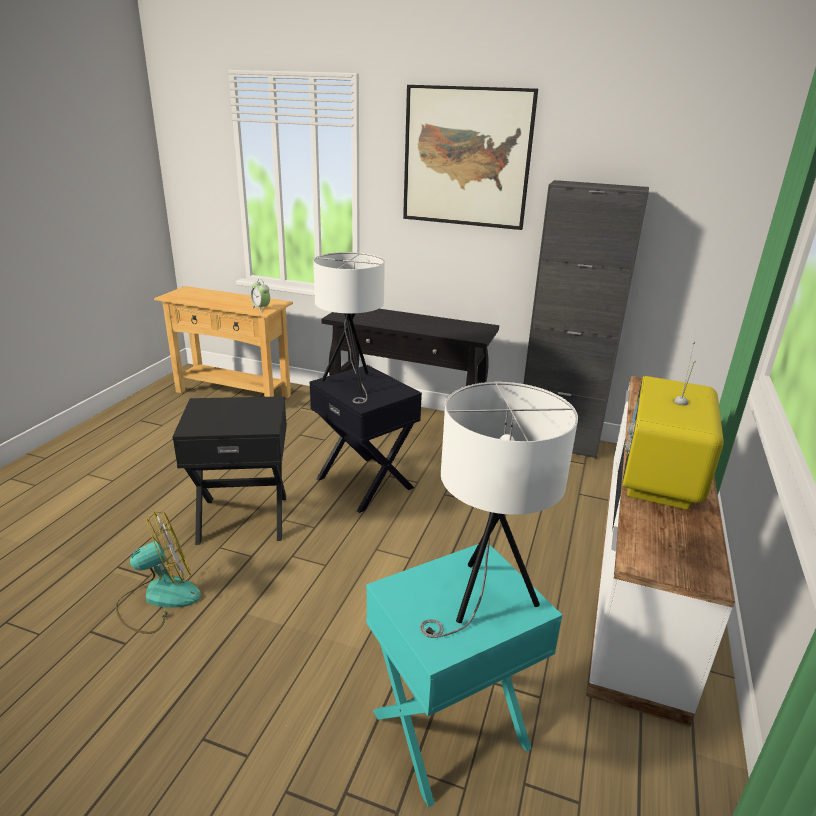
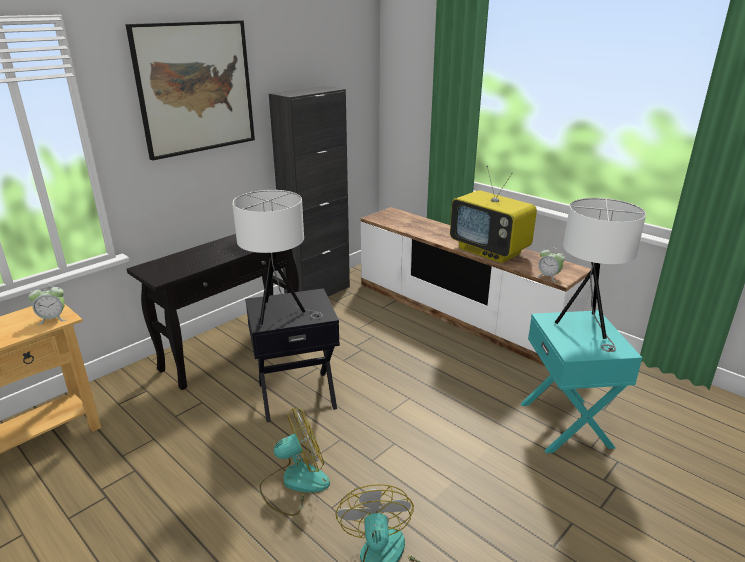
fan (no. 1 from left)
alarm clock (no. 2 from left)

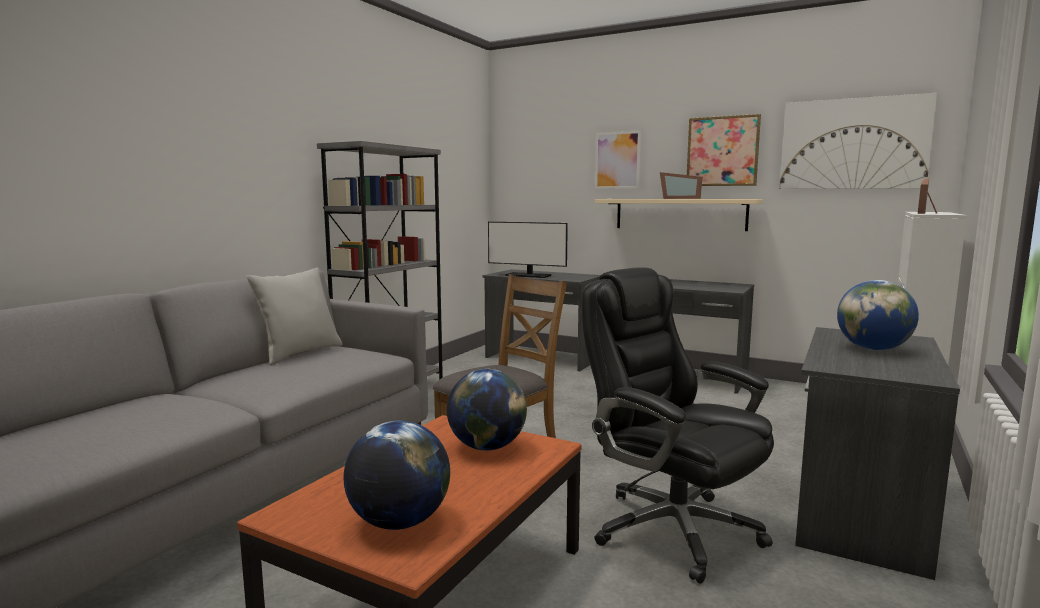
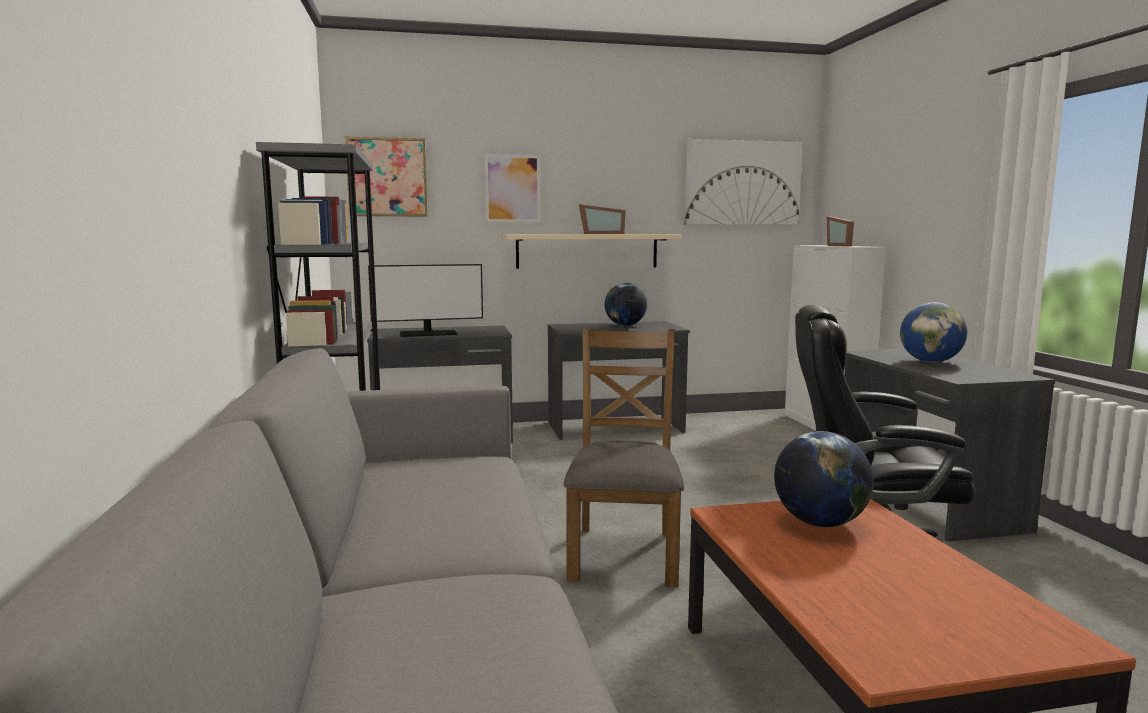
throw pillow/gray
desk globe (no. 1 from left)
wall picture (no. 1 from left)

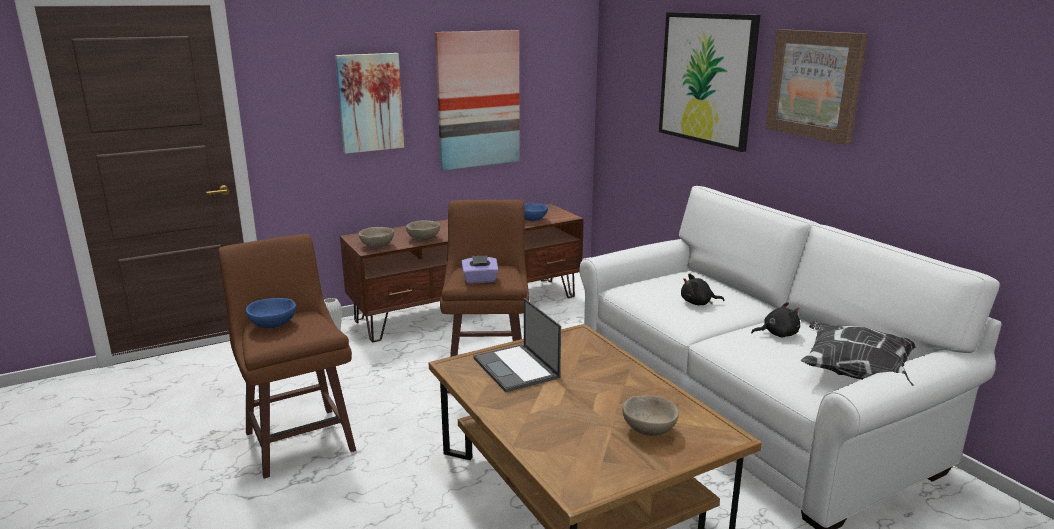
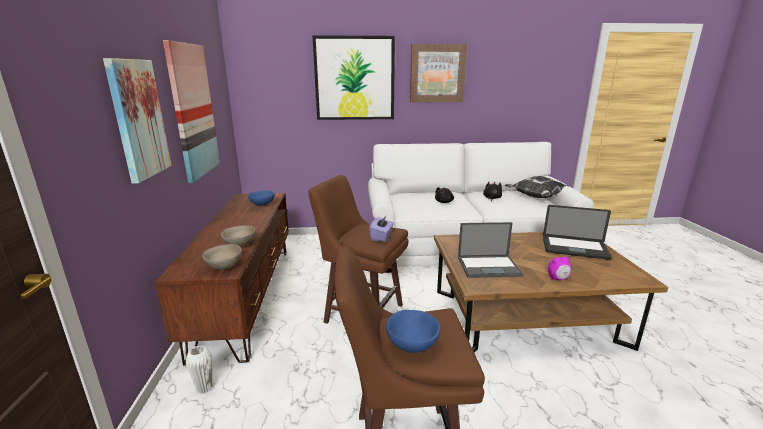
notebook computer (no. 2 from left)
alarm clock

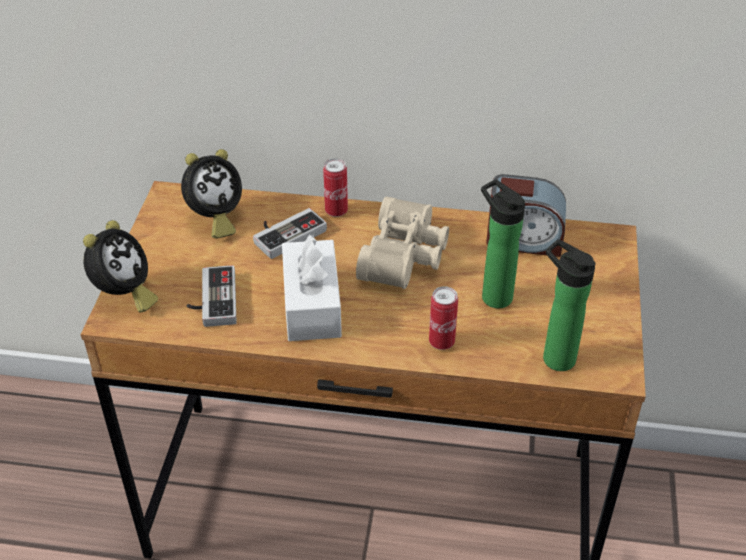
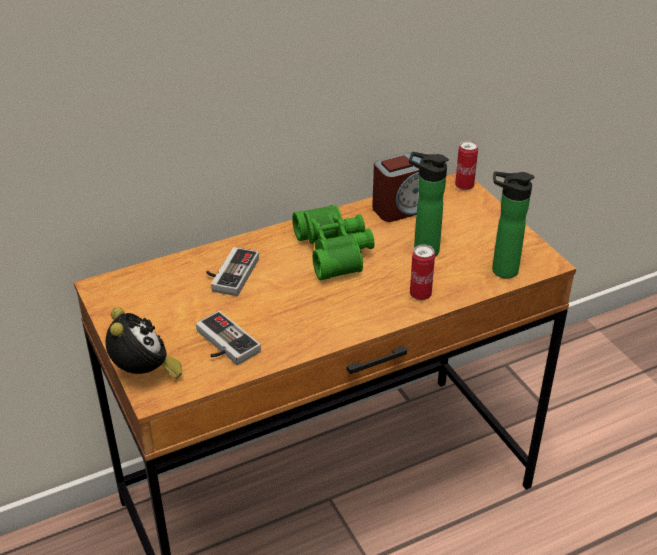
alarm clock (no. 2 from left in the first image)
tissue box/white
sealed can (no. 2 from left)
pair of binoculars/greenish

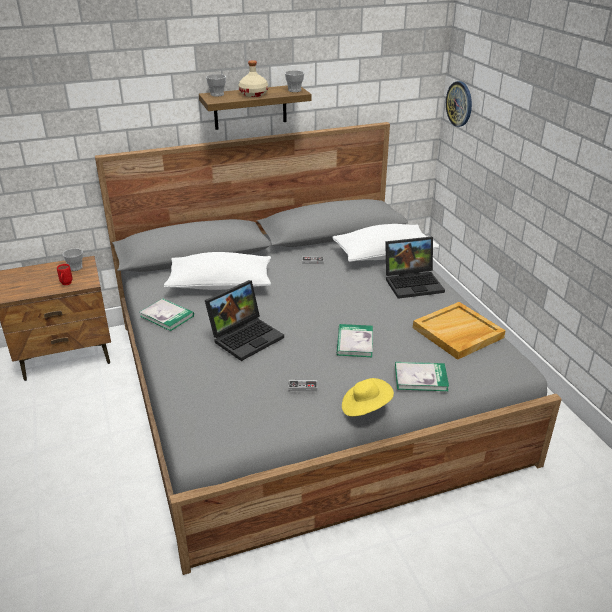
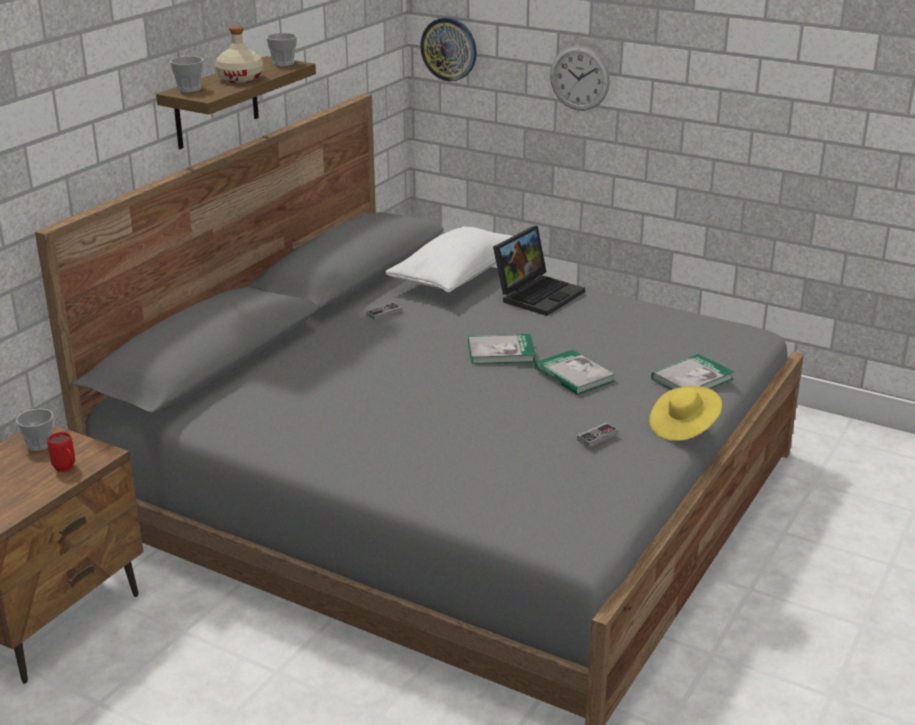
book (no. 1 from left)
throw pillow/white (no. 1 from left in the first image)
notebook computer (no. 1 from left in the first image)
tray/sand-coloured
clock on the wall (no. 2 from left)

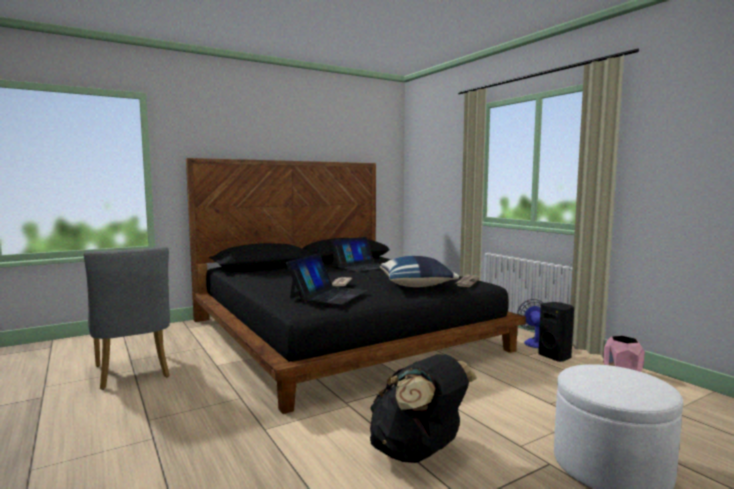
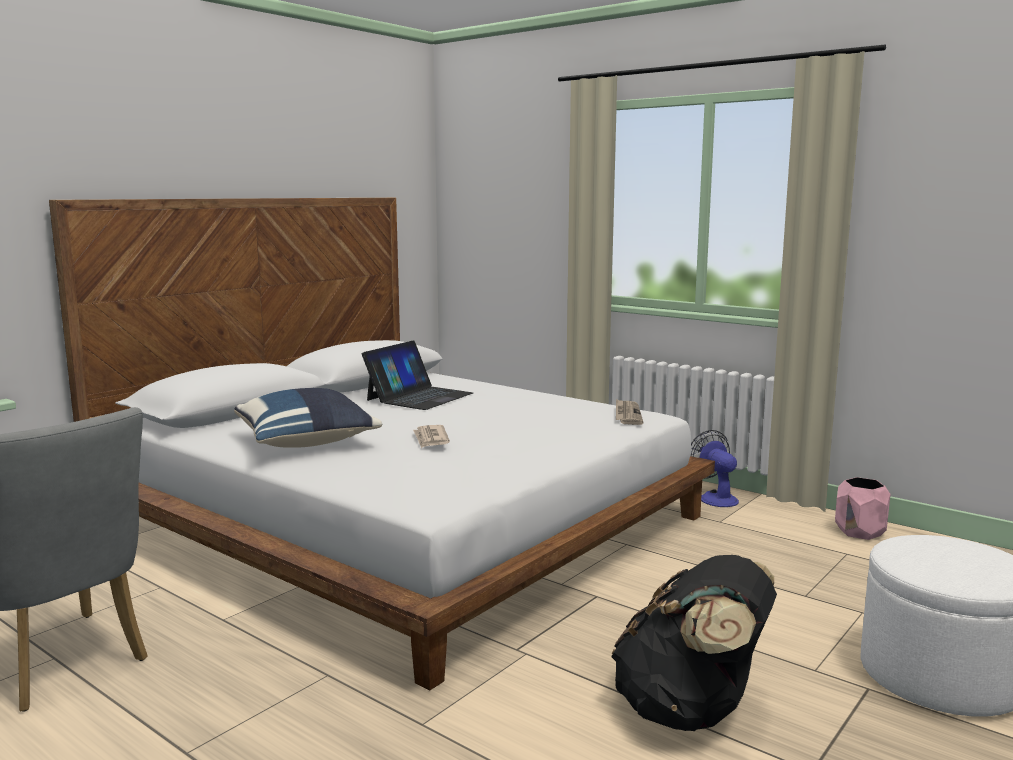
bedroom bed/white
notebook computer (no. 1 from left in the first image)
throw pillow/blue-coloured
loudspeaker/black-coloured

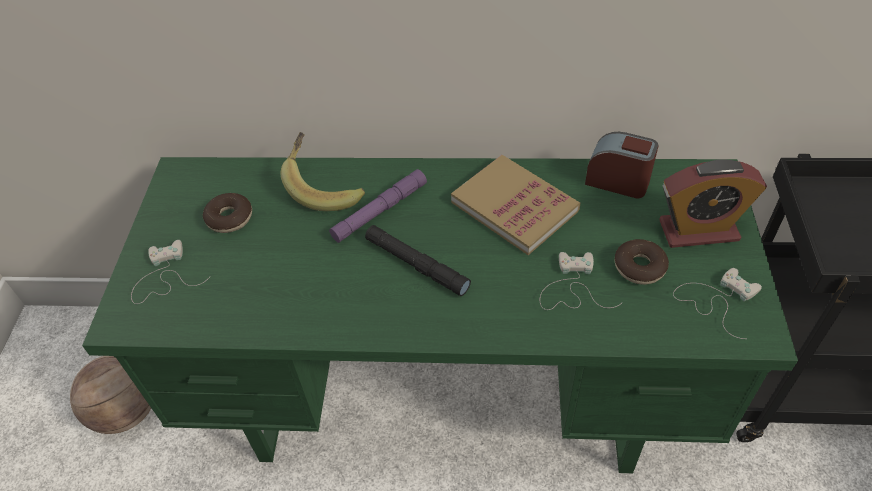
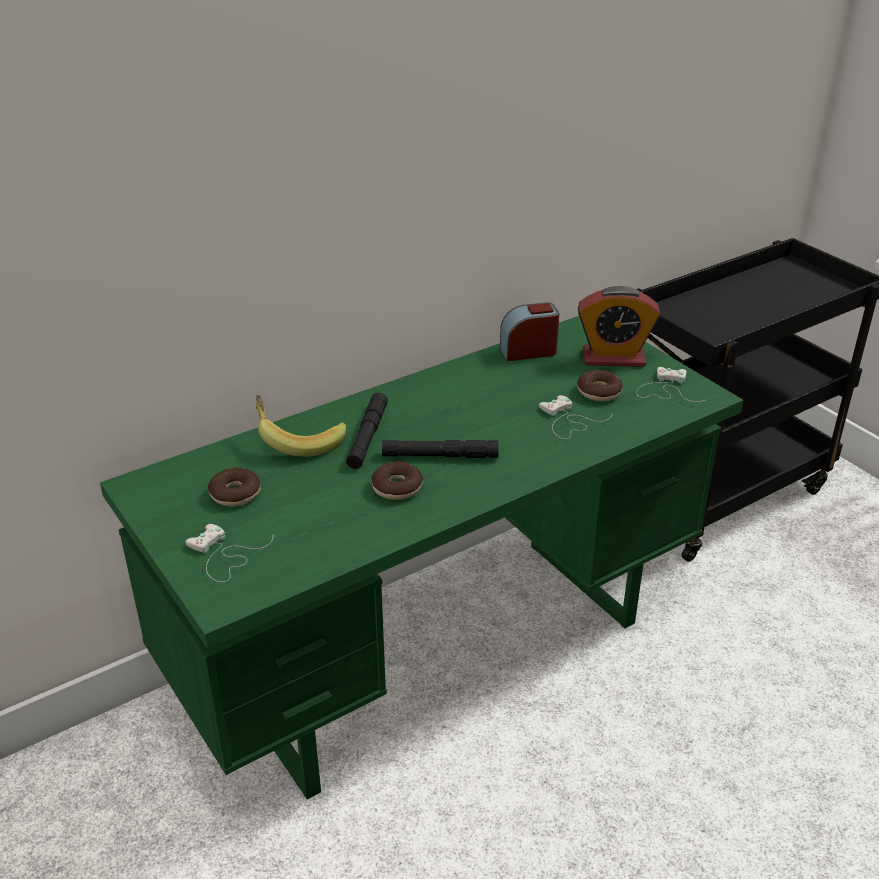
ball for basketball
torch/black-coloured (no. 1 from left)
book
alarm clock (no. 2 from left)
ring doughnut (no. 2 from left)

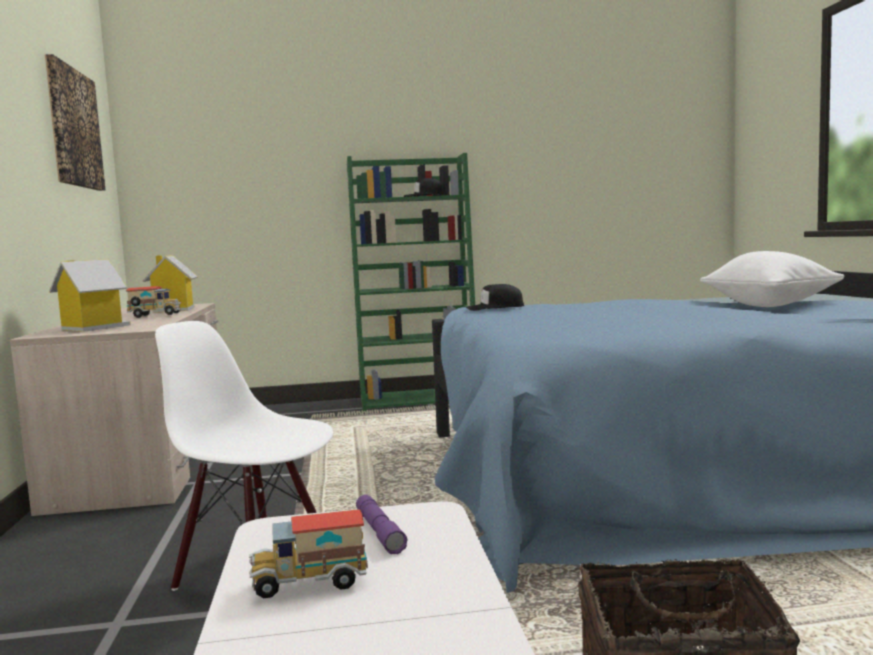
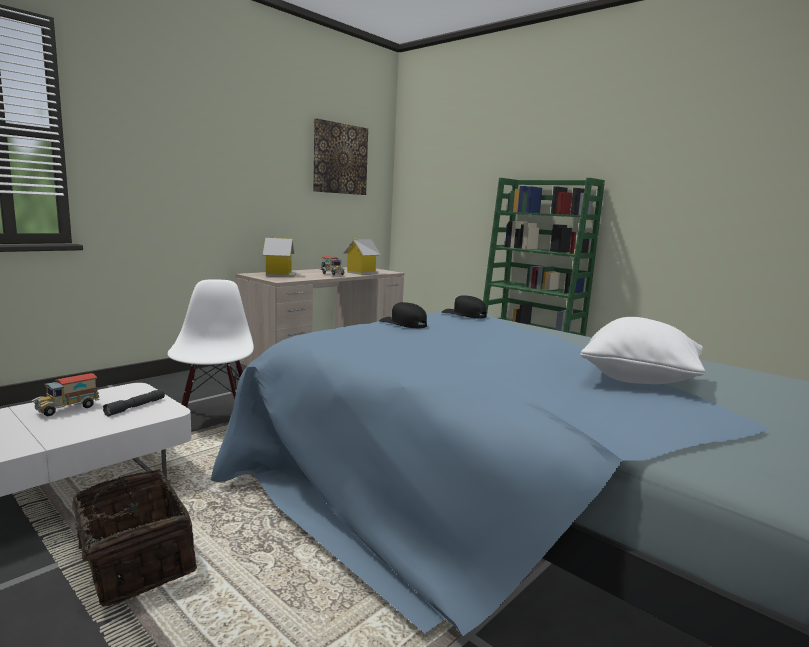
model truck (no. 1 from left)
torch/gray
baseball cap/black-coloured (no. 1 from left)

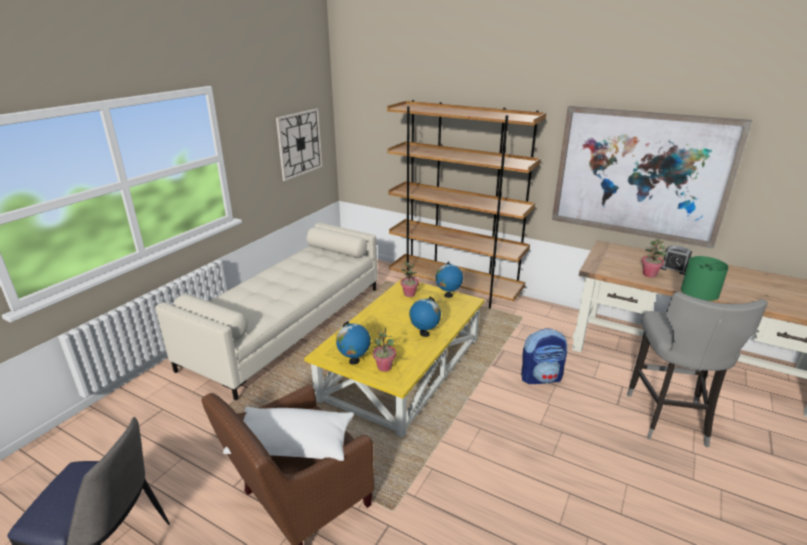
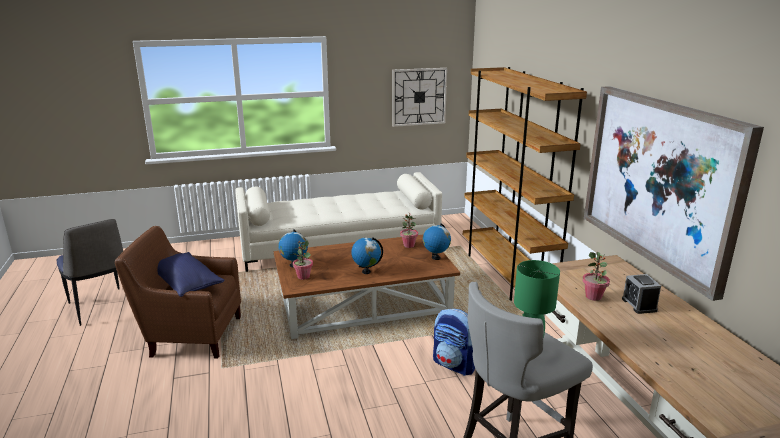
throw pillow/blue-coloured
low table/brownish

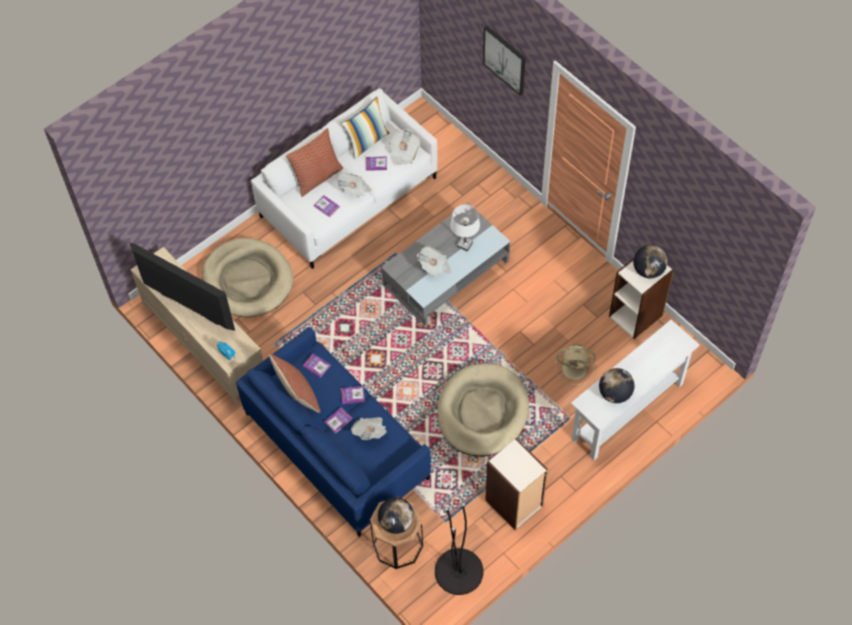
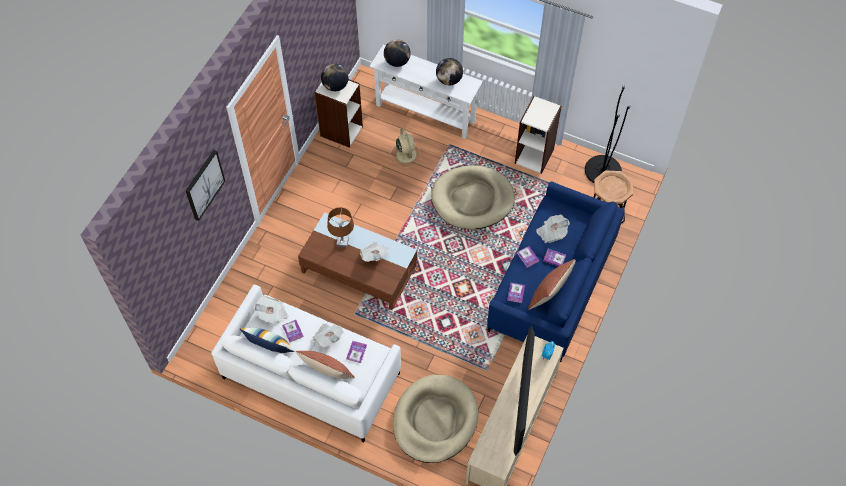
desk globe (no. 2 from left)
low table/brownish
table lamp/brownish

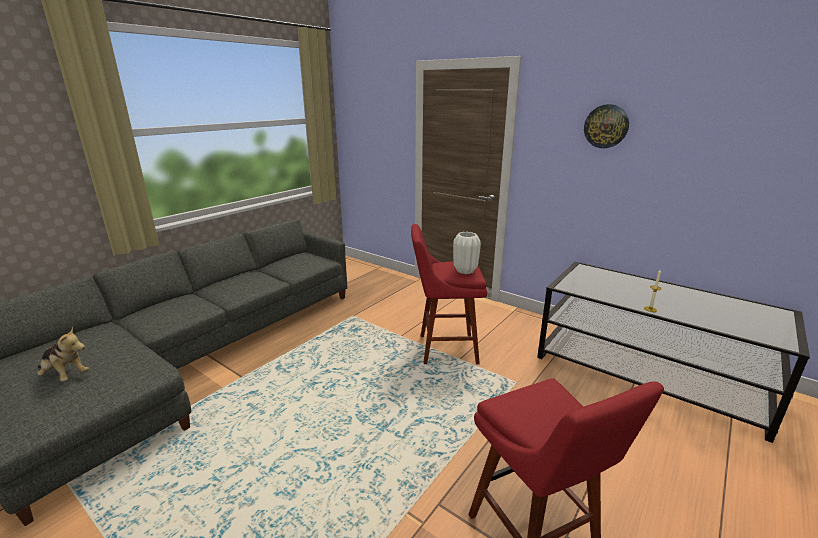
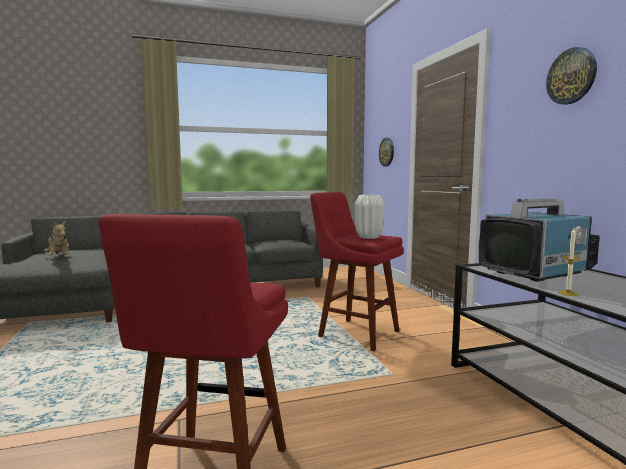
clock on the wall (no. 1 from left)
TV set

